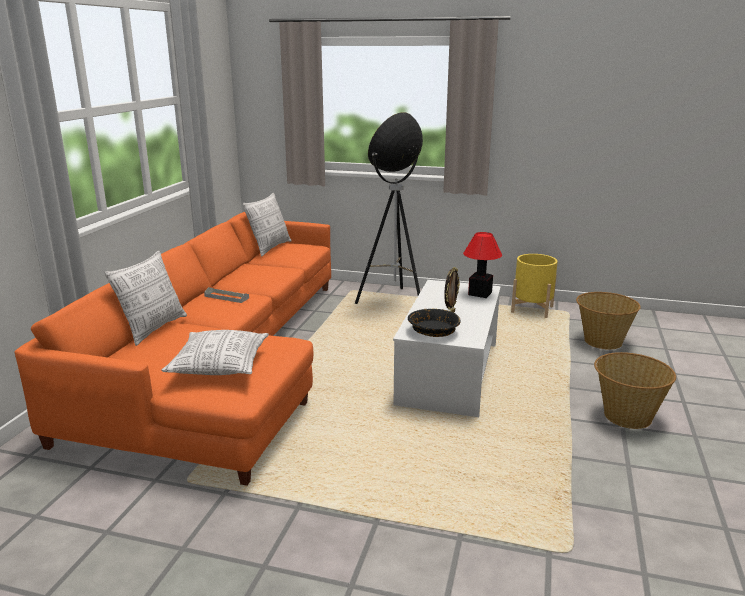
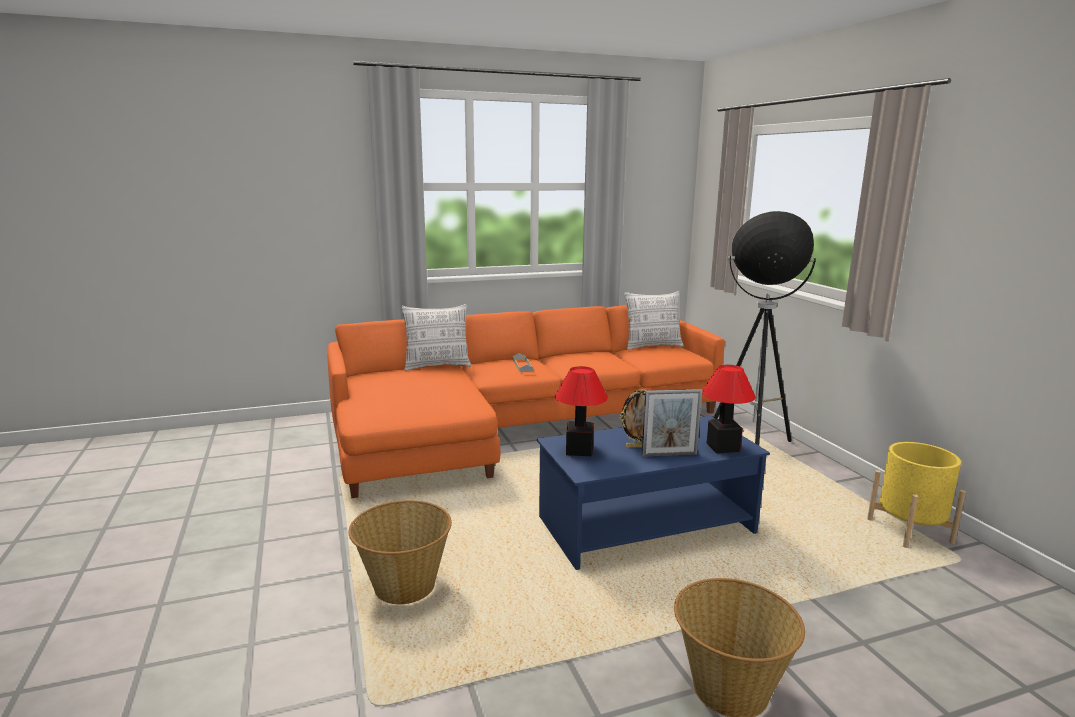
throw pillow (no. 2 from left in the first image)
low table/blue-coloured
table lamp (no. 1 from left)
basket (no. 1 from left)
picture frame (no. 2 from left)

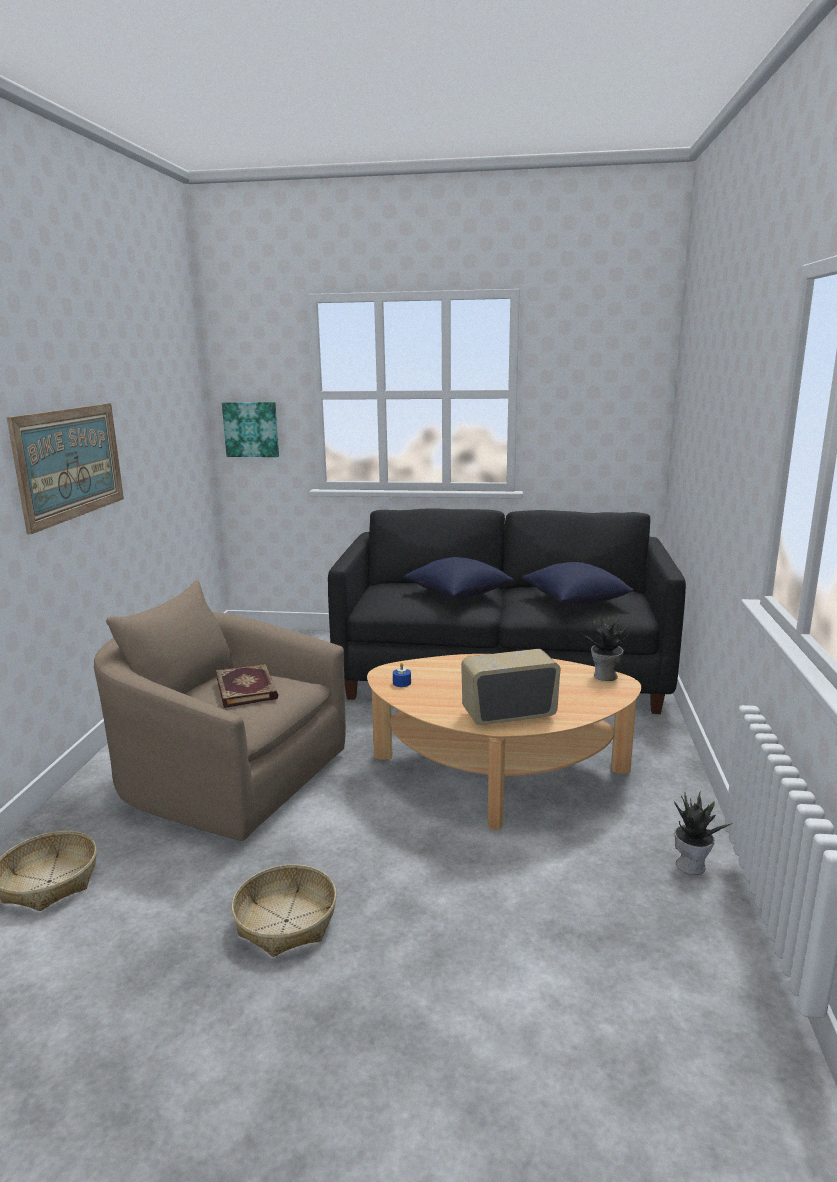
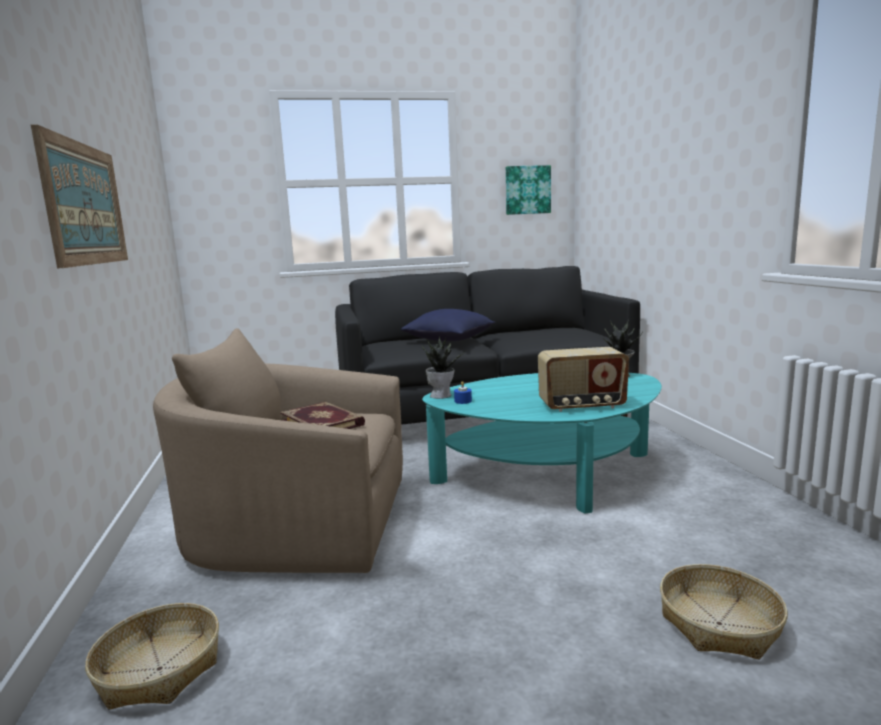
wall picture (no. 2 from left)
basket (no. 2 from left)
low table/turquoise-coloured
radio set
throw pillow/blue-coloured (no. 2 from left in the first image)
potted plant (no. 1 from left)

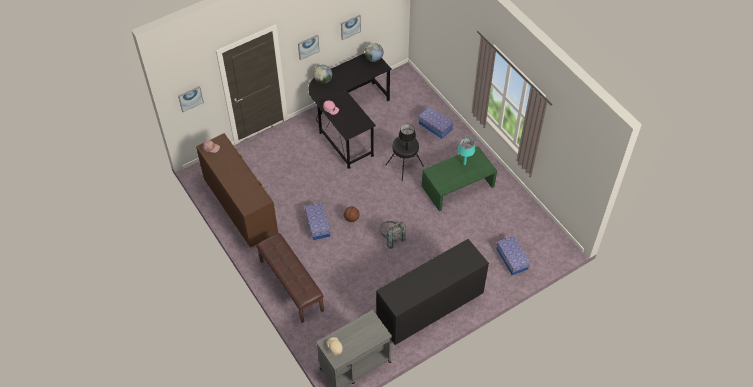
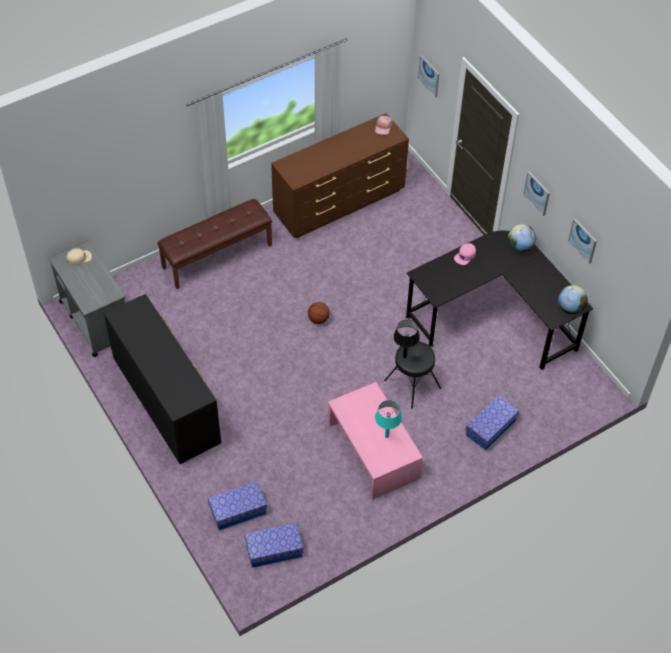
storage bin (no. 2 from left)
knapsack/gray
low table/pink-coloured

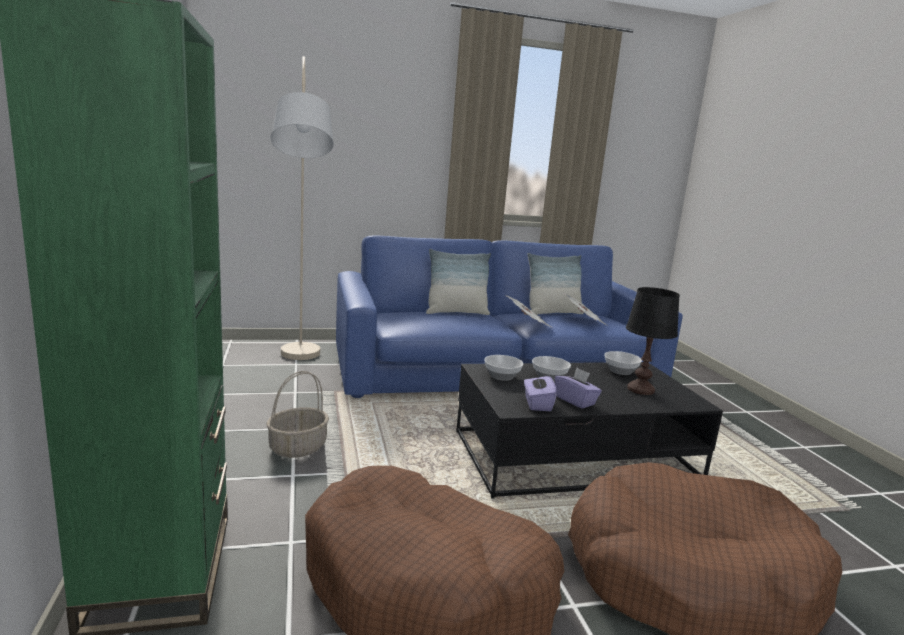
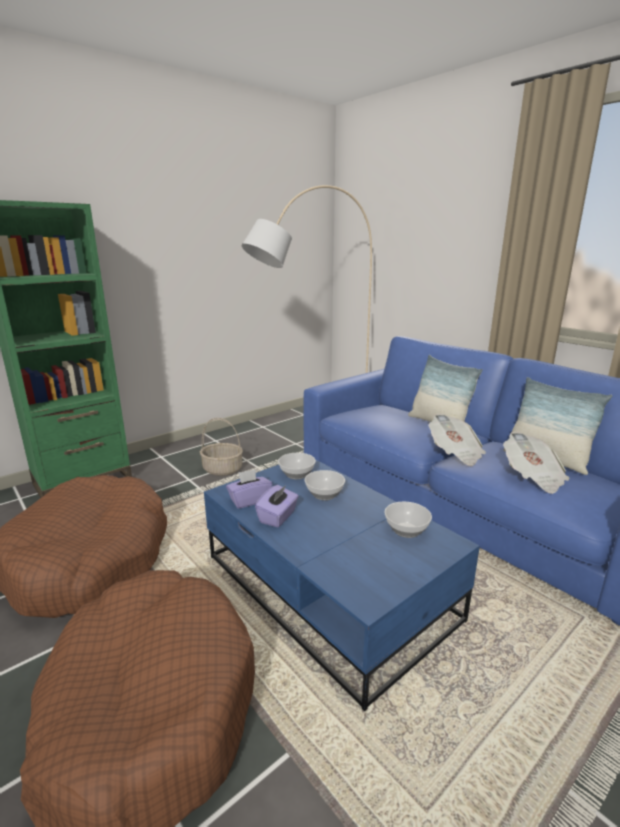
low table/blue-coloured
table lamp/black-coloured

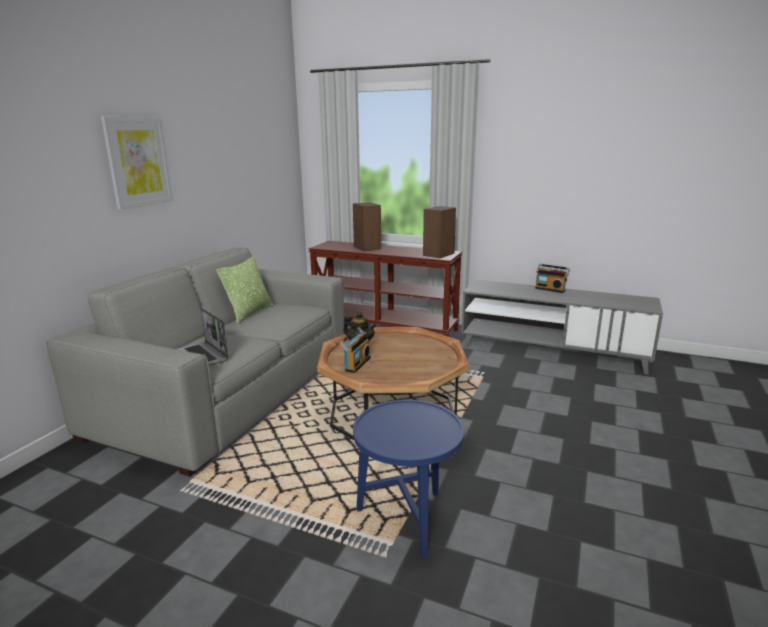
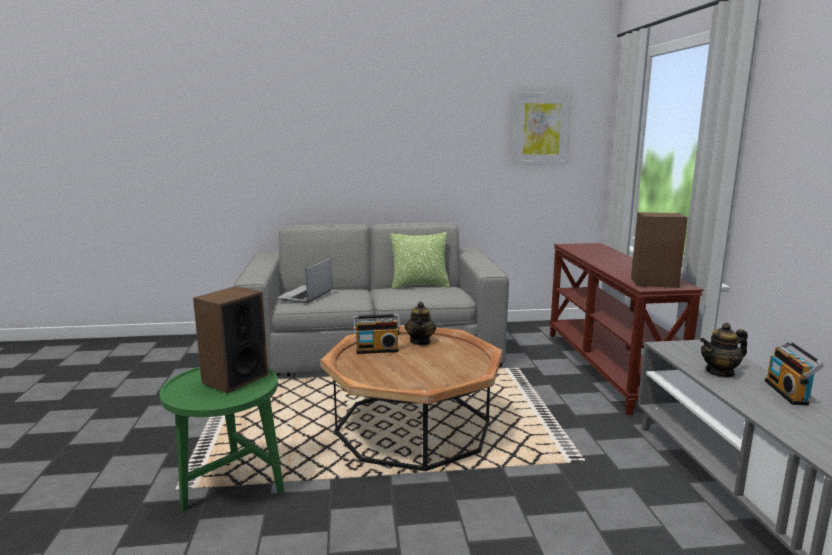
wall picture
loudspeaker (no. 1 from left)
side table/greenish
teapot (no. 2 from left)

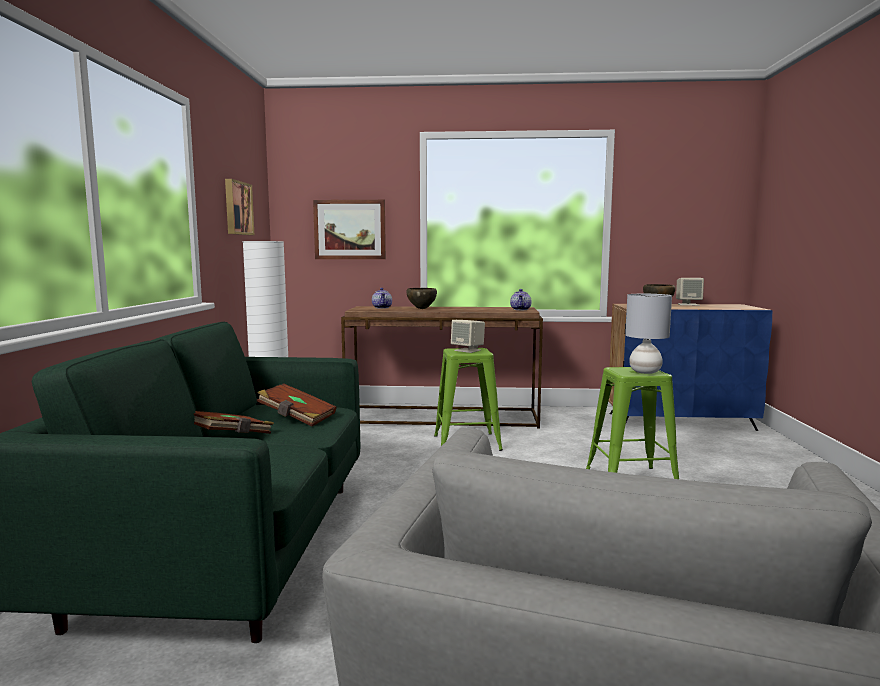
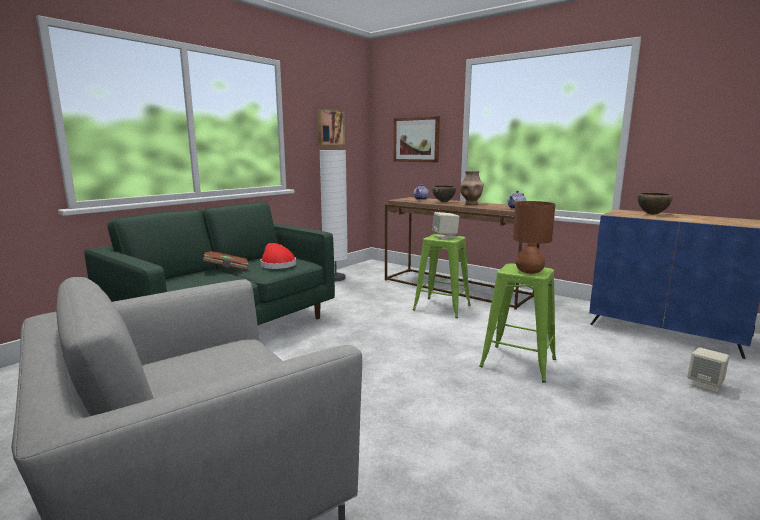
hat/red-coloured
table lamp/brownish
loudspeaker/sand-coloured (no. 2 from left)
decorative vase/brownish

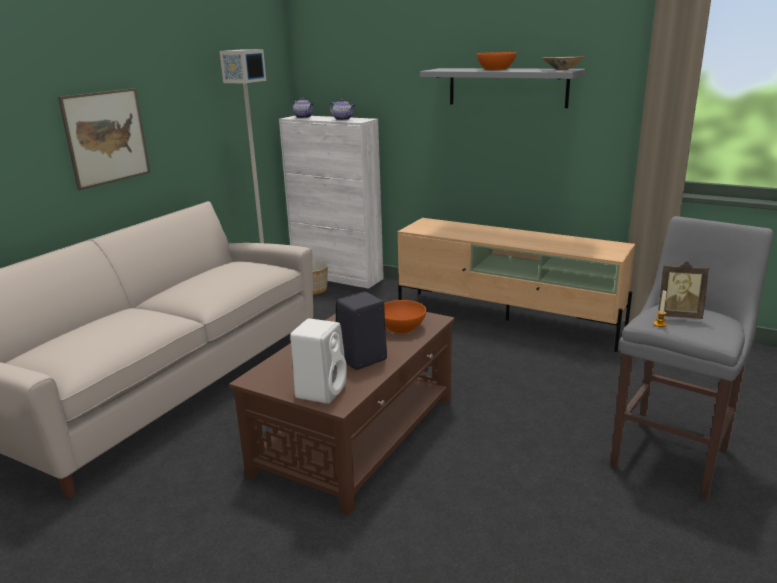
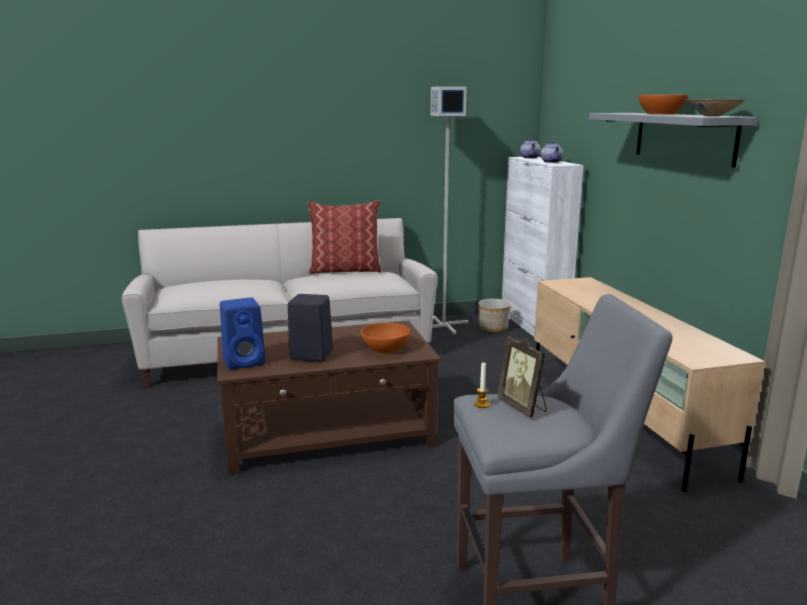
wall picture
loudspeaker/blue-coloured
throw pillow

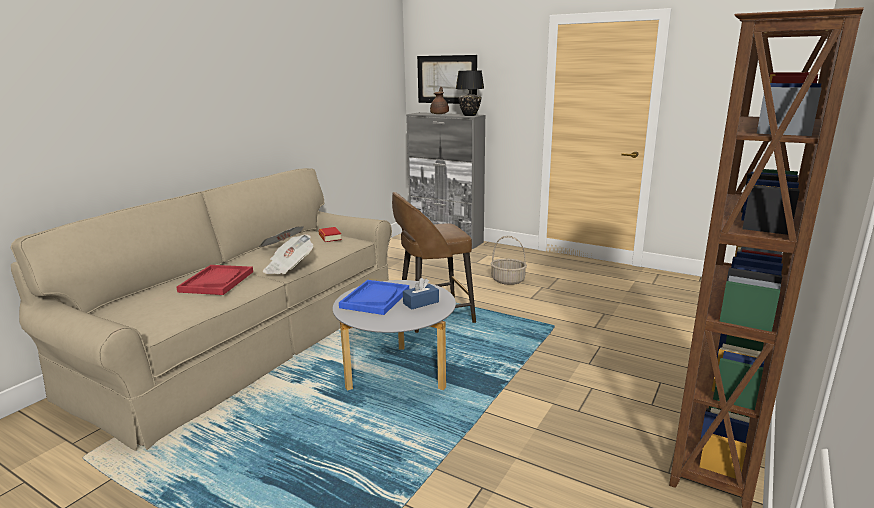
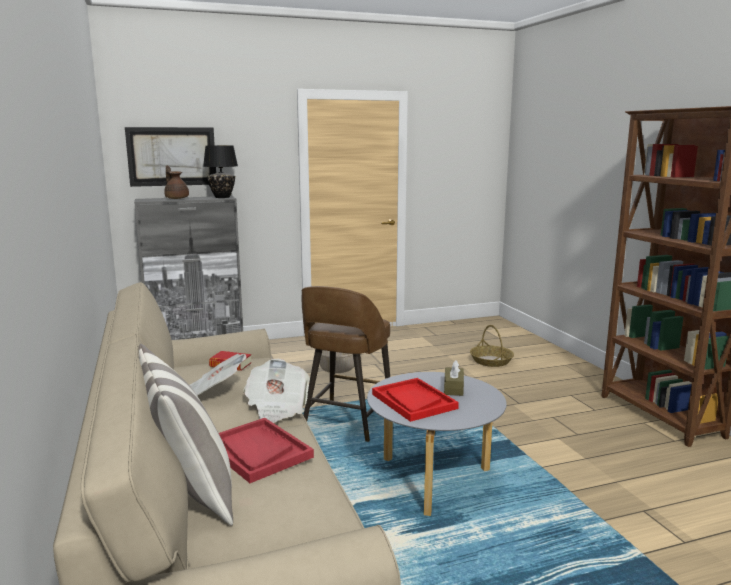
tray/red-coloured (no. 2 from left)
tissue box/brownish
throw pillow
basket (no. 2 from left)

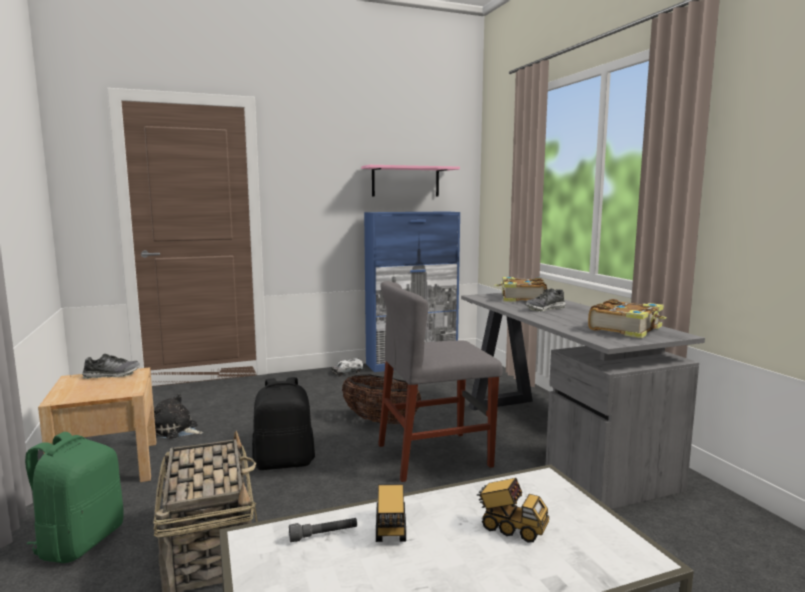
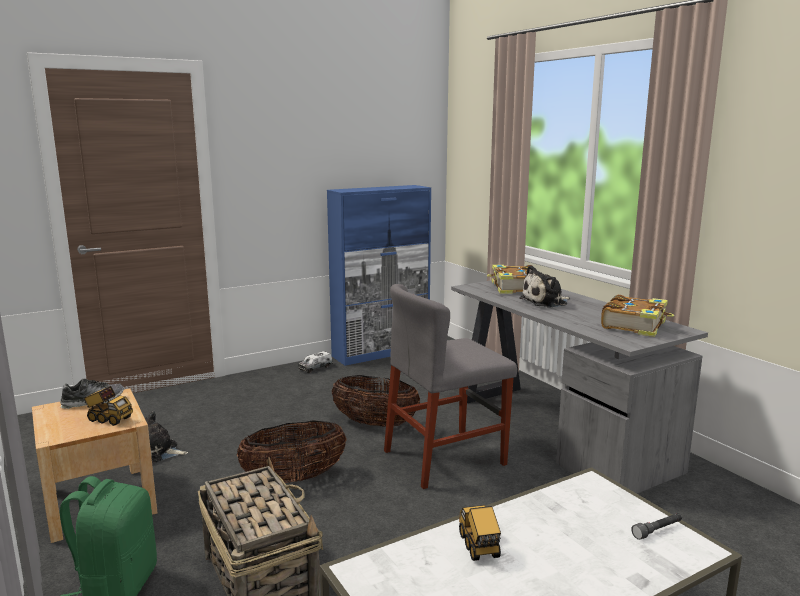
basket (no. 2 from left)
torch/gray
wall shelf/pink-coloured
model truck (no. 1 from left)
soft toy (no. 2 from left)

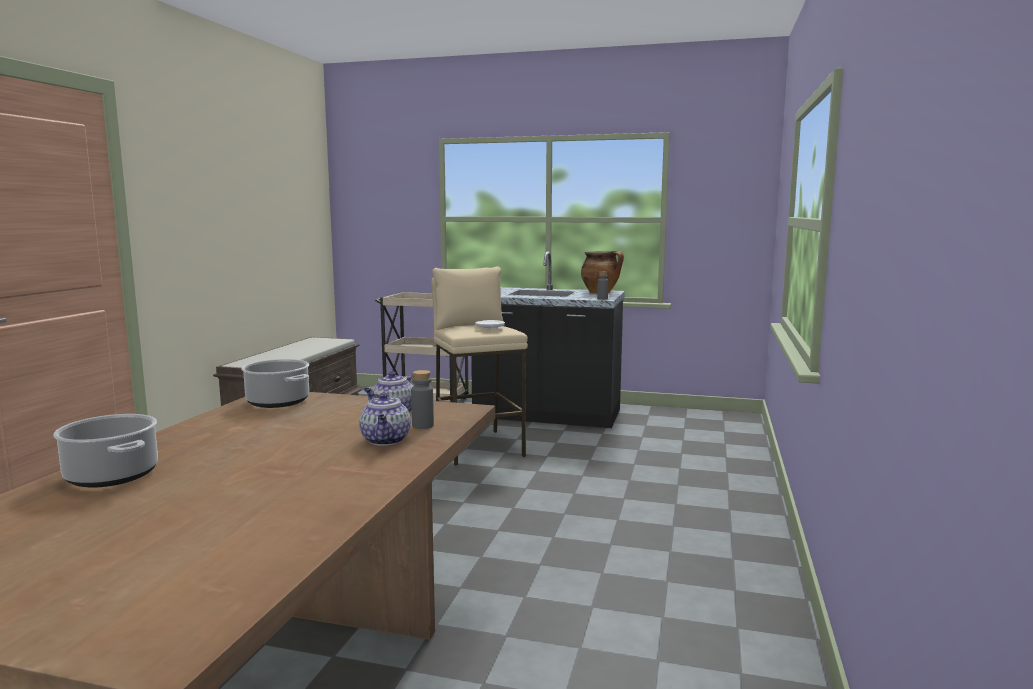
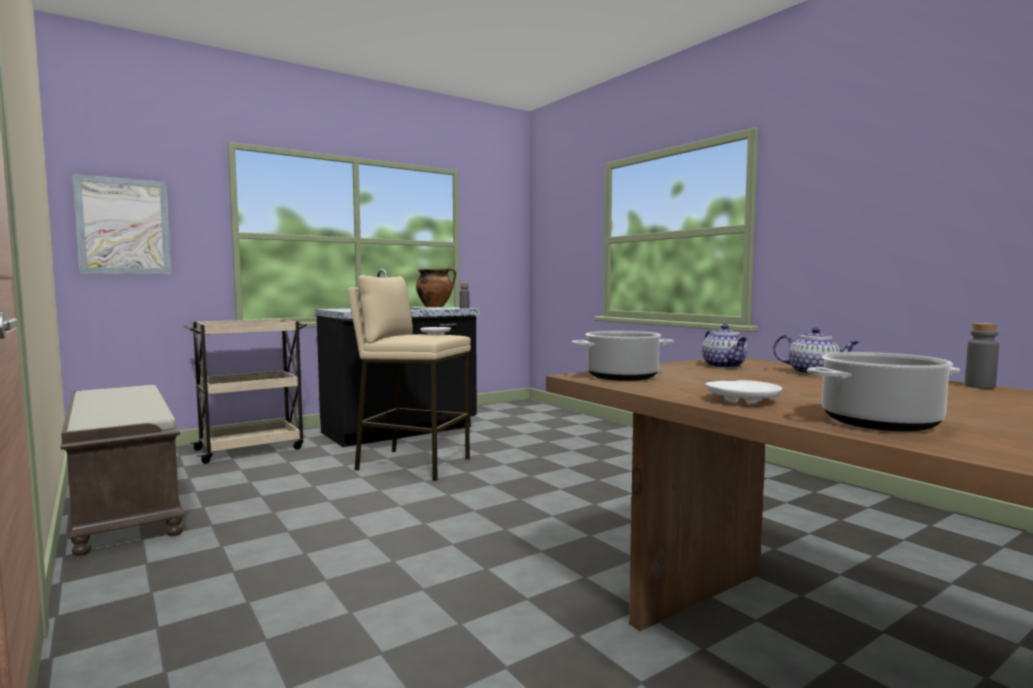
beverage bottle/gray (no. 2 from left)
wall picture
dinner plate/white (no. 2 from left)

